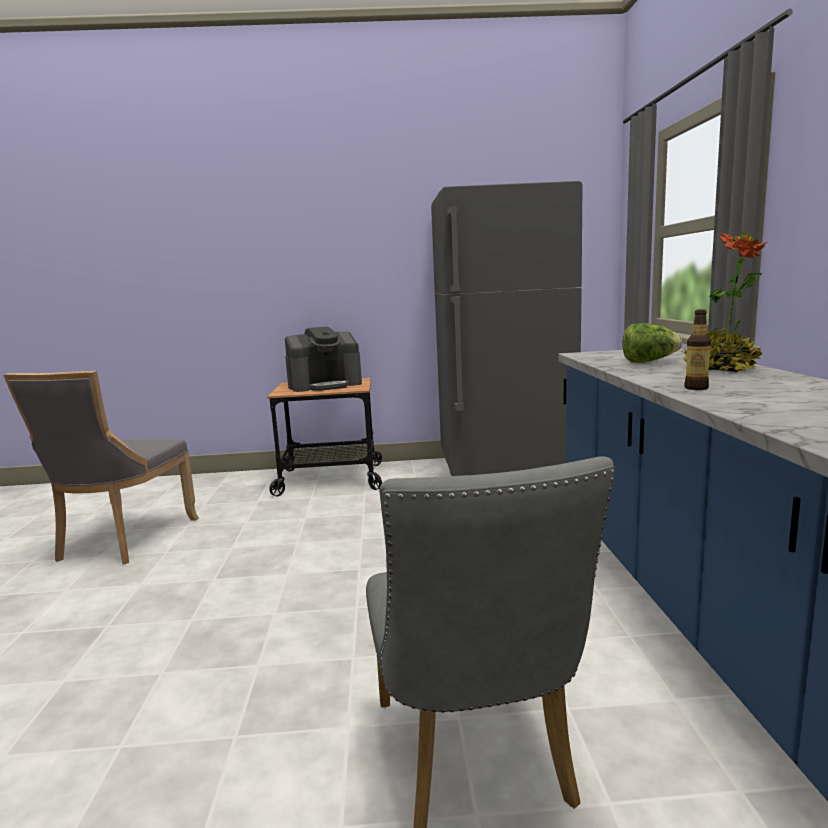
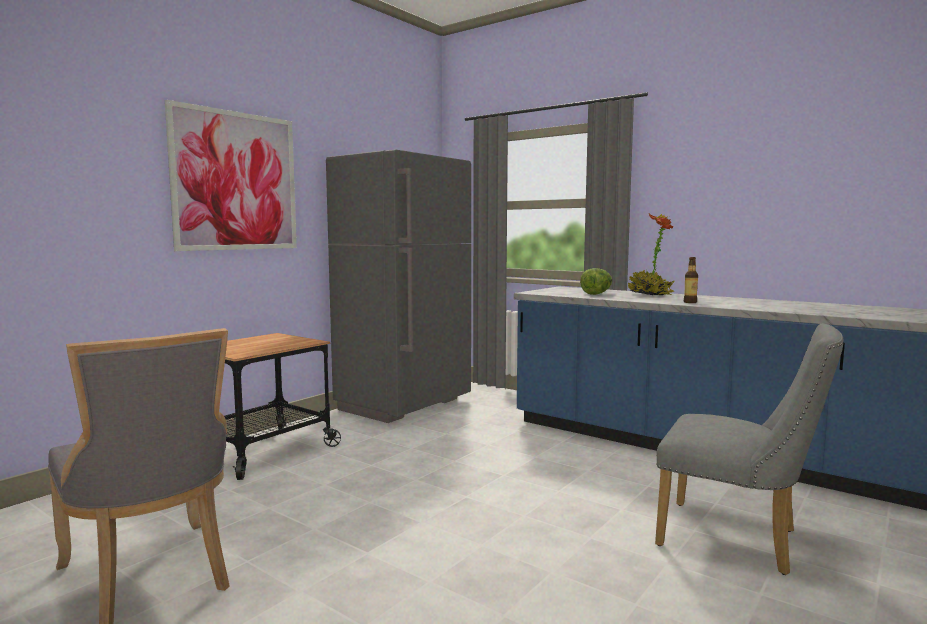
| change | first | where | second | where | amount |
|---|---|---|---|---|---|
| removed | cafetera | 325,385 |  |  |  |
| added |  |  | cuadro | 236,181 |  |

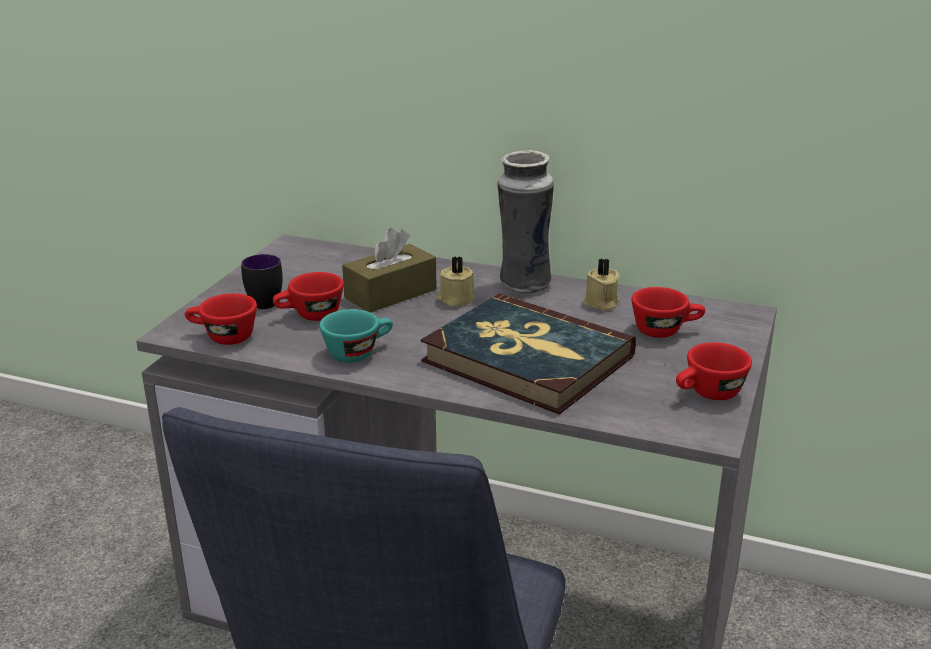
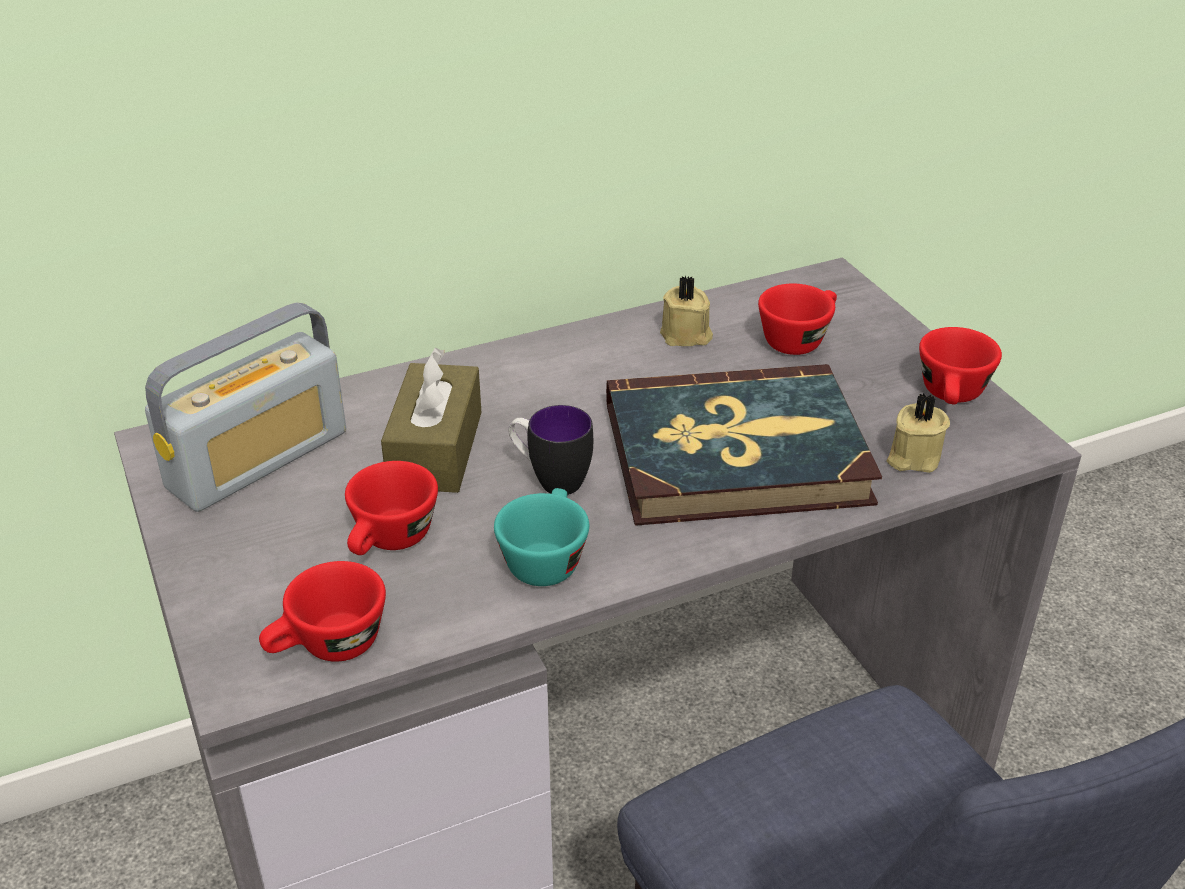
| change | first | where | second | where | amount |
|---|---|---|---|---|---|
| removed | florero | 523,285 |  |  |  |
| moved | taza grande | 264,300 |  | 550,480 |  |
| moved | vela [beis] | 455,299 |  | 912,457 |  |
| added |  |  | radio | 258,460 |  |

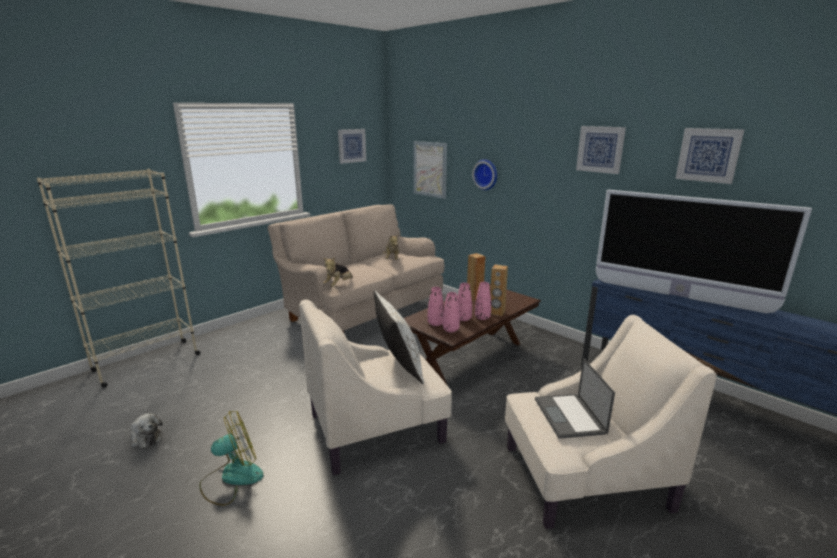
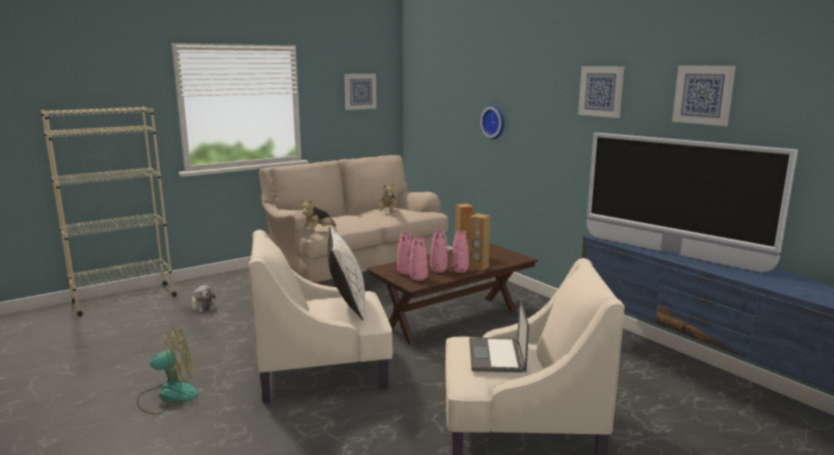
| change | first | where | second | where | amount |
|---|---|---|---|---|---|
| removed | cuadro | 430,169 |  |  |  |
| moved | peluche | 145,438 |  | 202,307 |  |

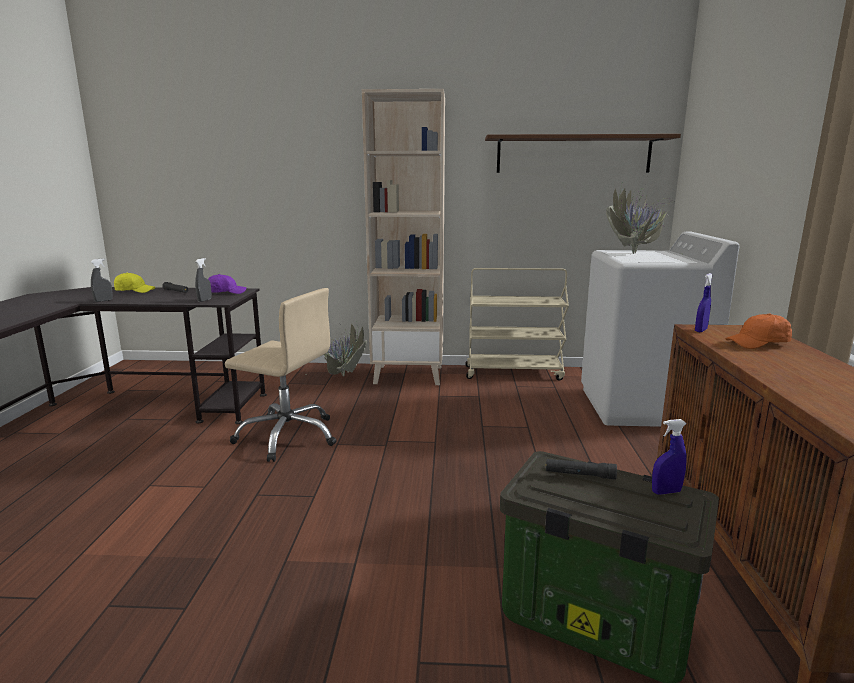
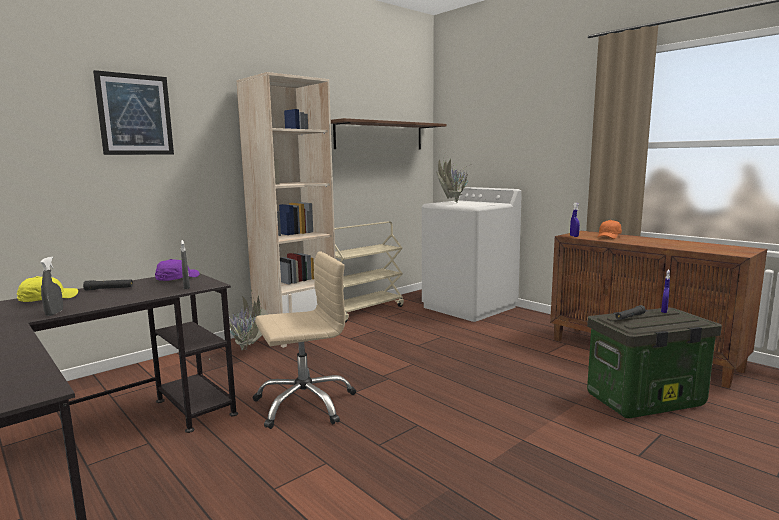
| change | first | where | second | where | amount |
|---|---|---|---|---|---|
| added |  |  | cuadro | 135,115 |  |

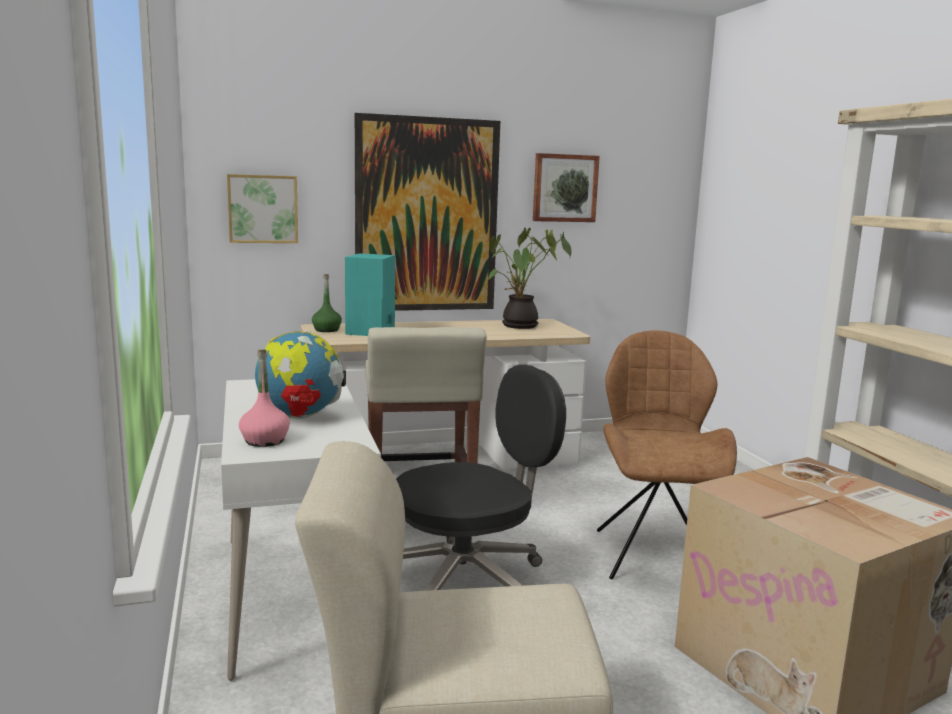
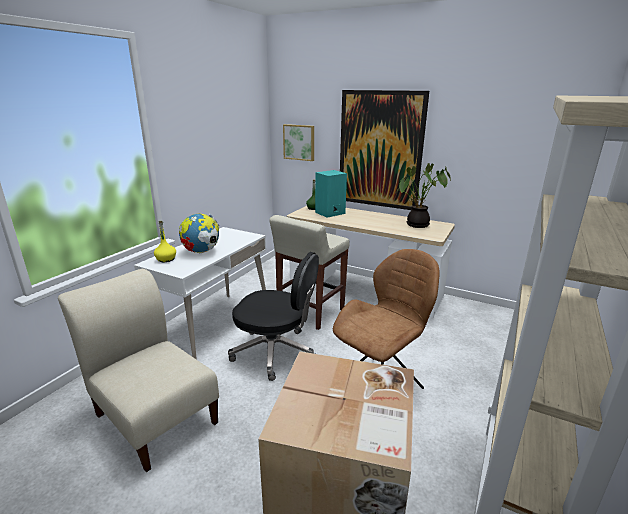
| change | first | where | second | where | amount |
|---|---|---|---|---|---|
| removed | cuadro | 564,188 |  |  |  |
| recoloured | botella [rosa] | 264,441 | botella [amarillo] | 166,259 |  |

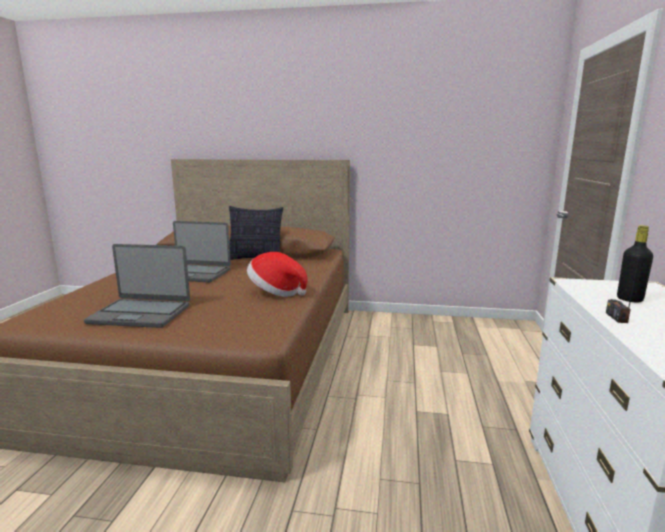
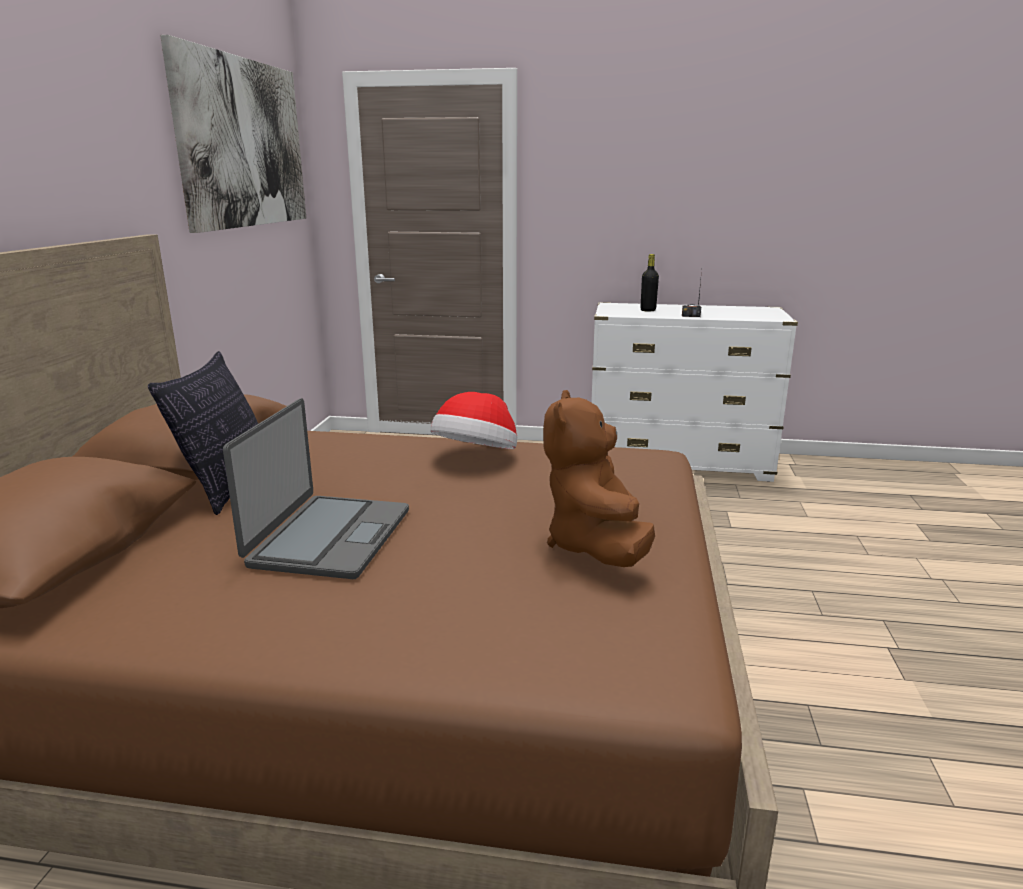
| change | first | where | second | where | amount |
|---|---|---|---|---|---|
| replaced | portátil | 141,314 | peluche [marrón] | 596,546 |  |
| added |  |  | cuadro | 243,143 |  |

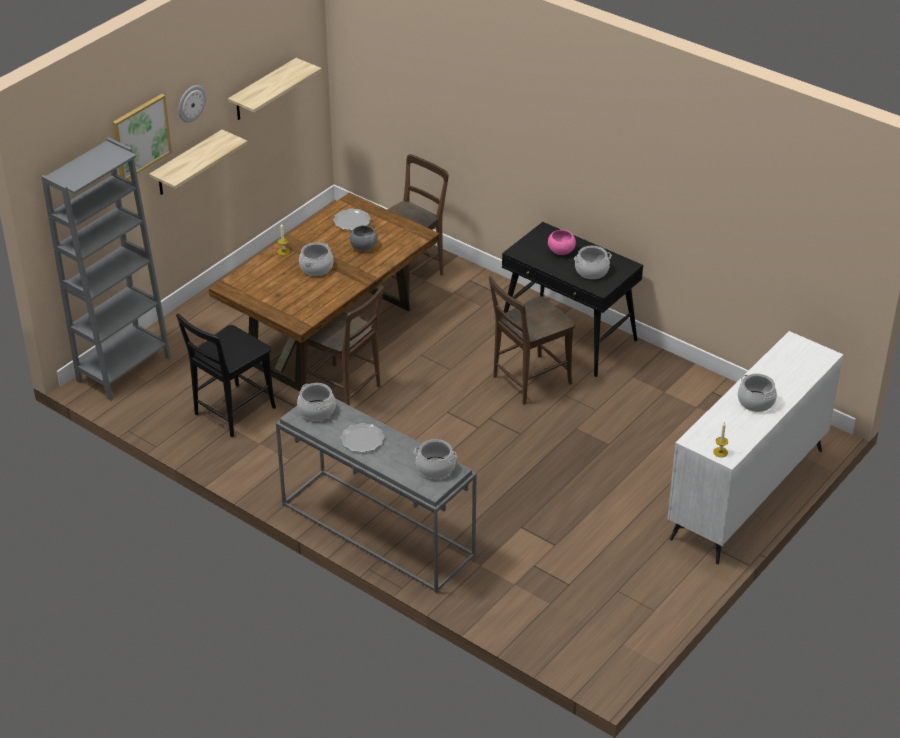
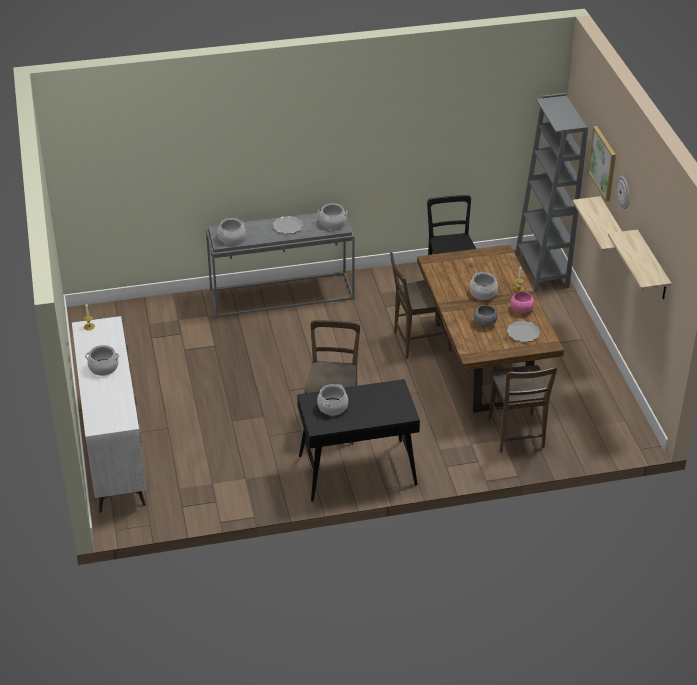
| change | first | where | second | where | amount |
|---|---|---|---|---|---|
| moved | cuenco [rosa] | 561,251 |  | 521,309 |  |

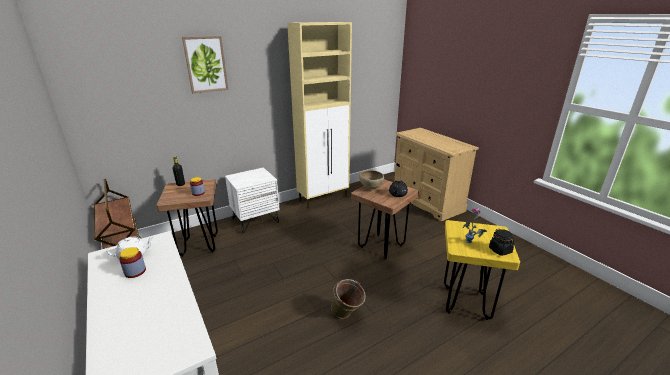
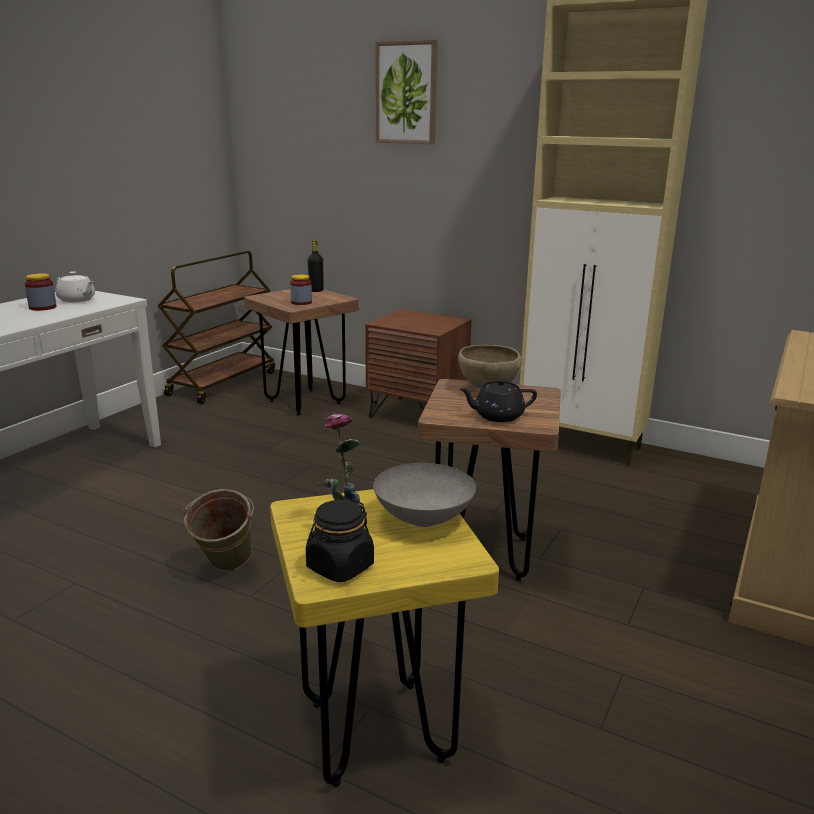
| change | first | where | second | where | amount |
|---|---|---|---|---|---|
| recoloured | mesita de noche [blanco] | 255,220 | mesita de noche [marrón] | 417,414 |  |
| added |  |  | cuenco [gris] | 425,519 |  |

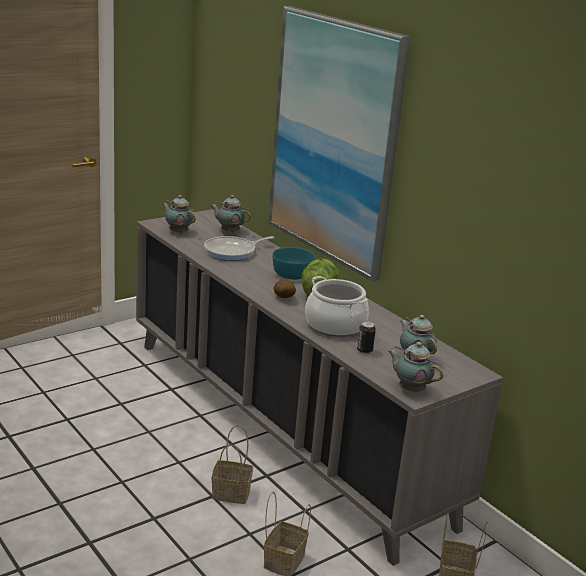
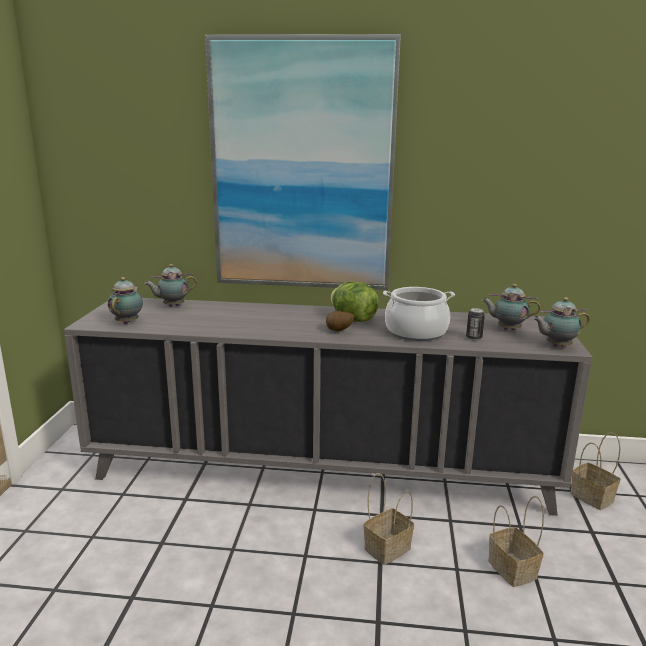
| change | first | where | second | where | amount |
|---|---|---|---|---|---|
| turned | tetera | 178,232 |  | 128,322 | 105 degrees clockwise |
| removed | sartén | 232,251 |  |  |  |
| removed | cuenco [turquesa] | 291,274 |  |  |  |

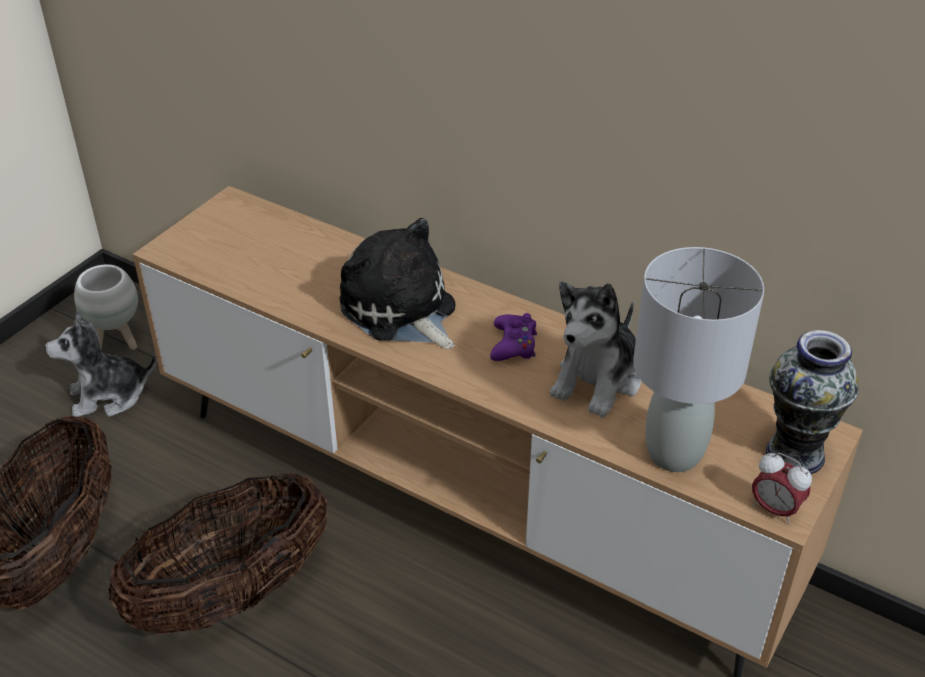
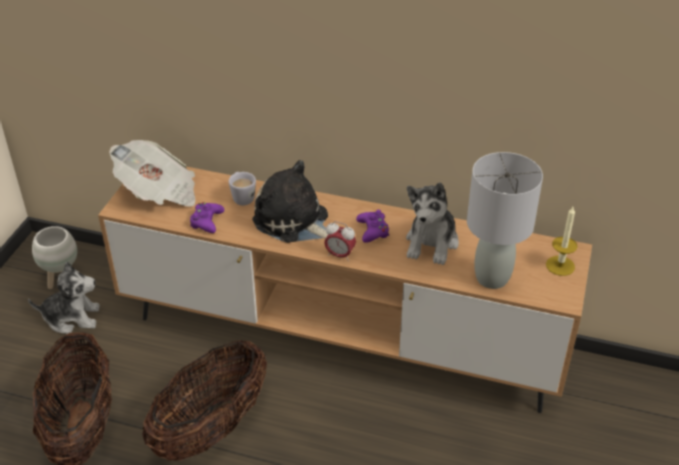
| change | first | where | second | where | amount |
|---|---|---|---|---|---|
| turned | peluche | 108,396 |  | 72,317 | 150 degrees counterclockwise |
| replaced | florero | 795,454 | vela | 560,266 |  |
| moved | despertador | 774,509 |  | 340,255 |  |
| added |  |  | periódico | 159,192 |  |
| added |  |  | taza grande [blanco] | 242,197 |  |
| added |  |  | mando de consola [morado] | 206,221 |  |

